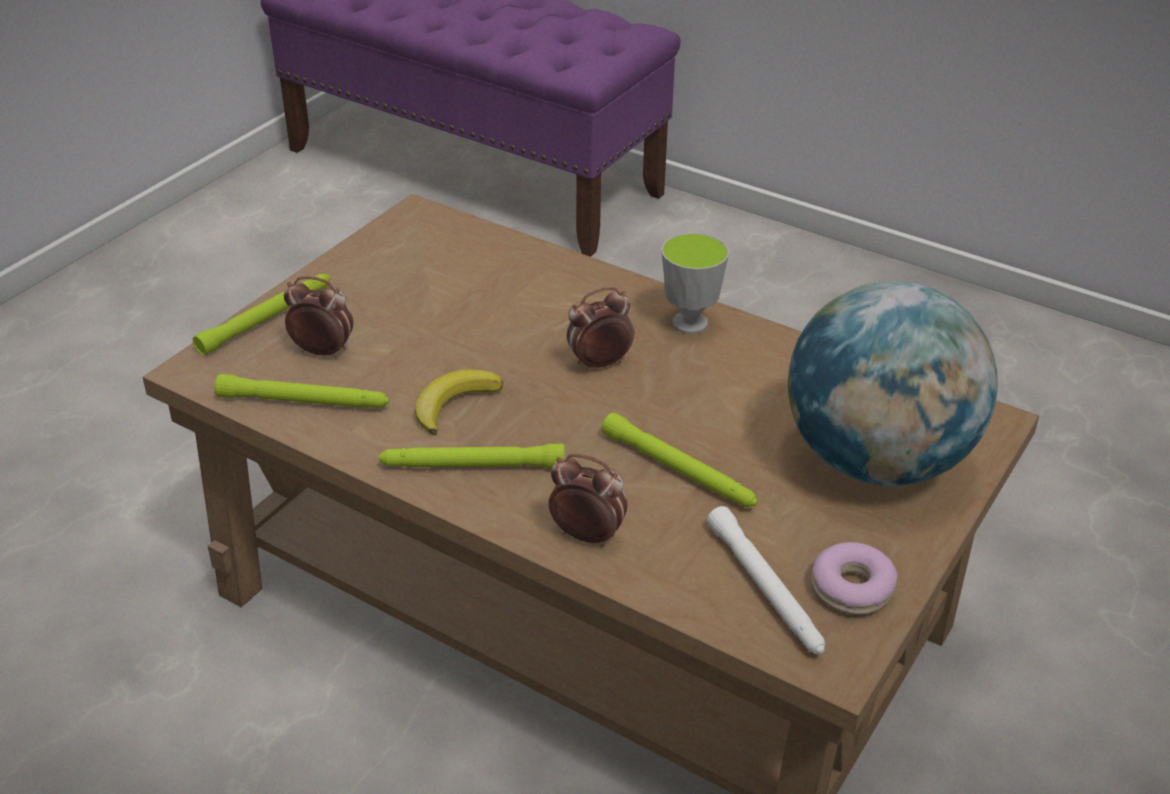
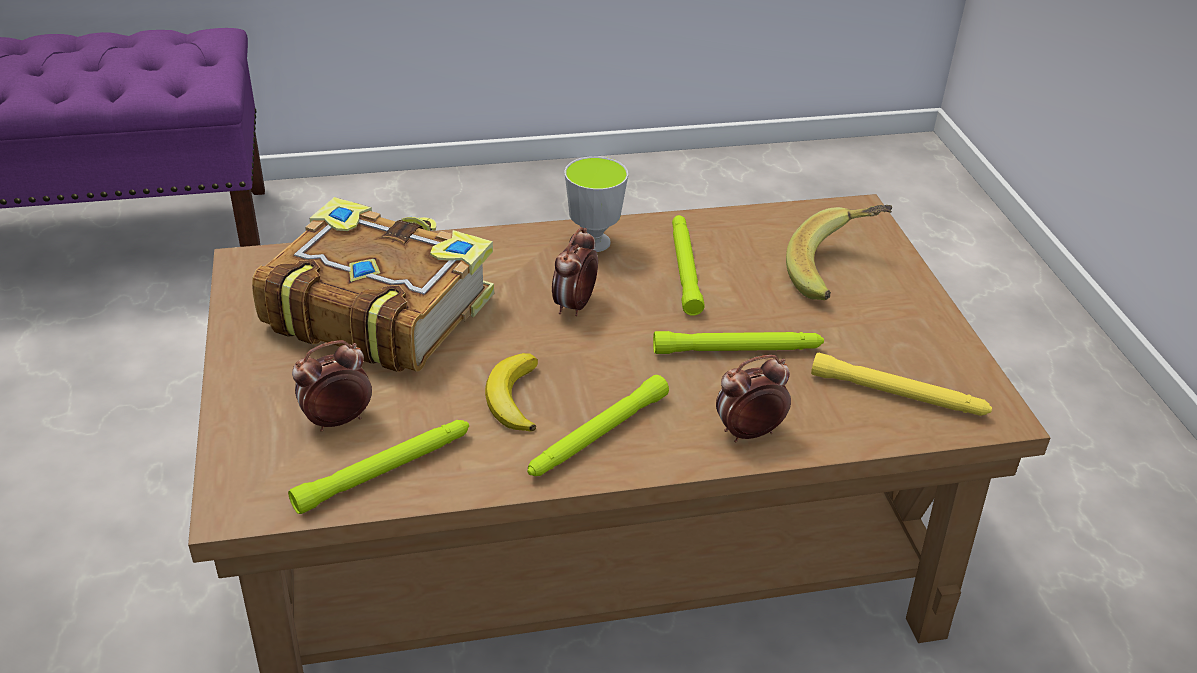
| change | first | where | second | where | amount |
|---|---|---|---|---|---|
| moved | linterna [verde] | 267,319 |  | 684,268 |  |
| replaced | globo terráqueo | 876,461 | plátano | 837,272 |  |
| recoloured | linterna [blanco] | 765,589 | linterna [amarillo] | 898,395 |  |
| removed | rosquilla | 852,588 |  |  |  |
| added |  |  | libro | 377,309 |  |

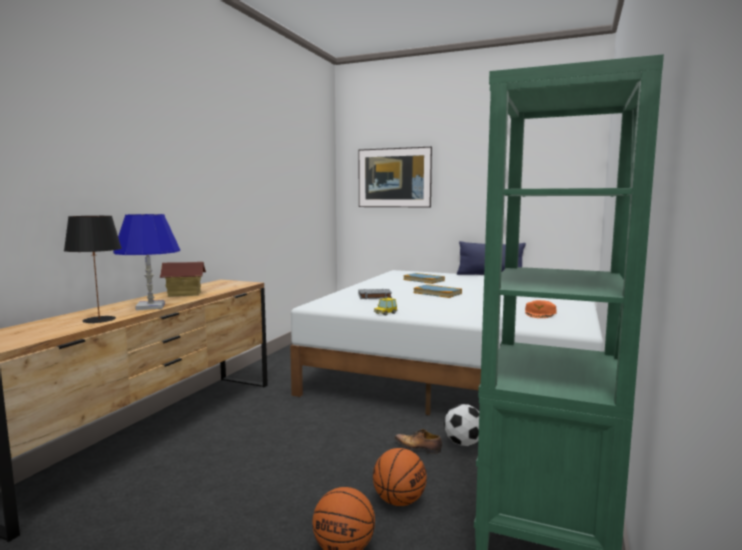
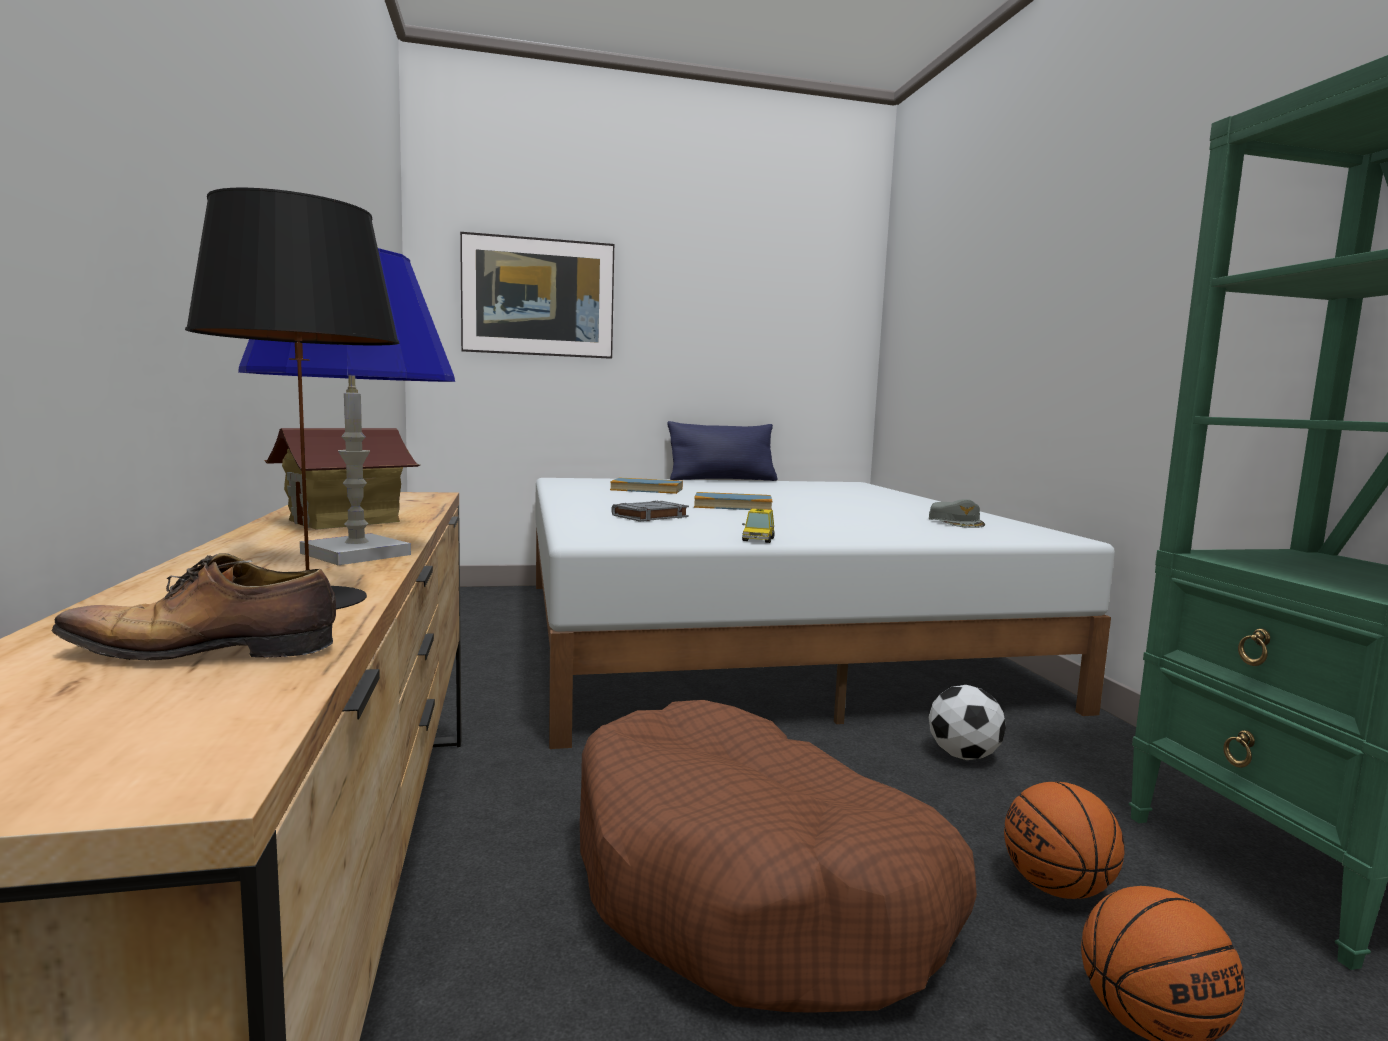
| change | first | where | second | where | amount |
|---|---|---|---|---|---|
| recoloured | gorra [naranja] | 540,313 | gorra [gris] | 956,522 |  |
| moved | zapato | 418,447 |  | 206,651 |  |
| added |  |  | cama para perro [marrón] | 753,886 |  |

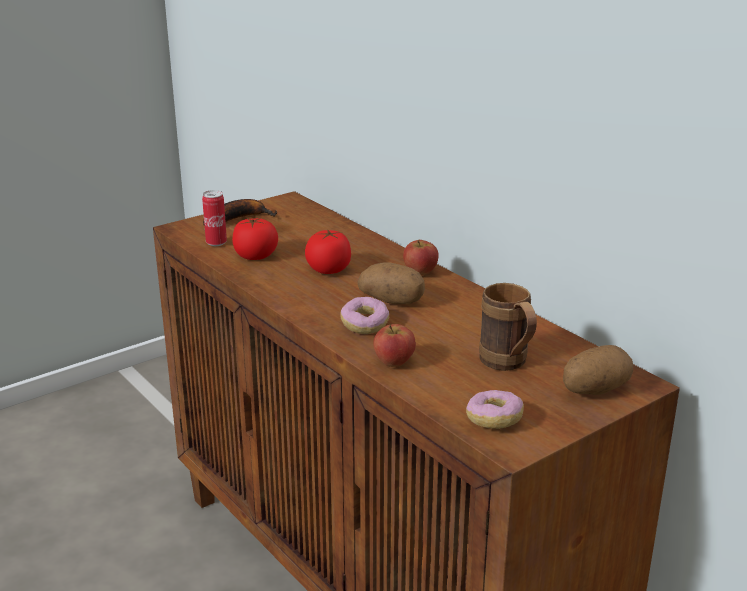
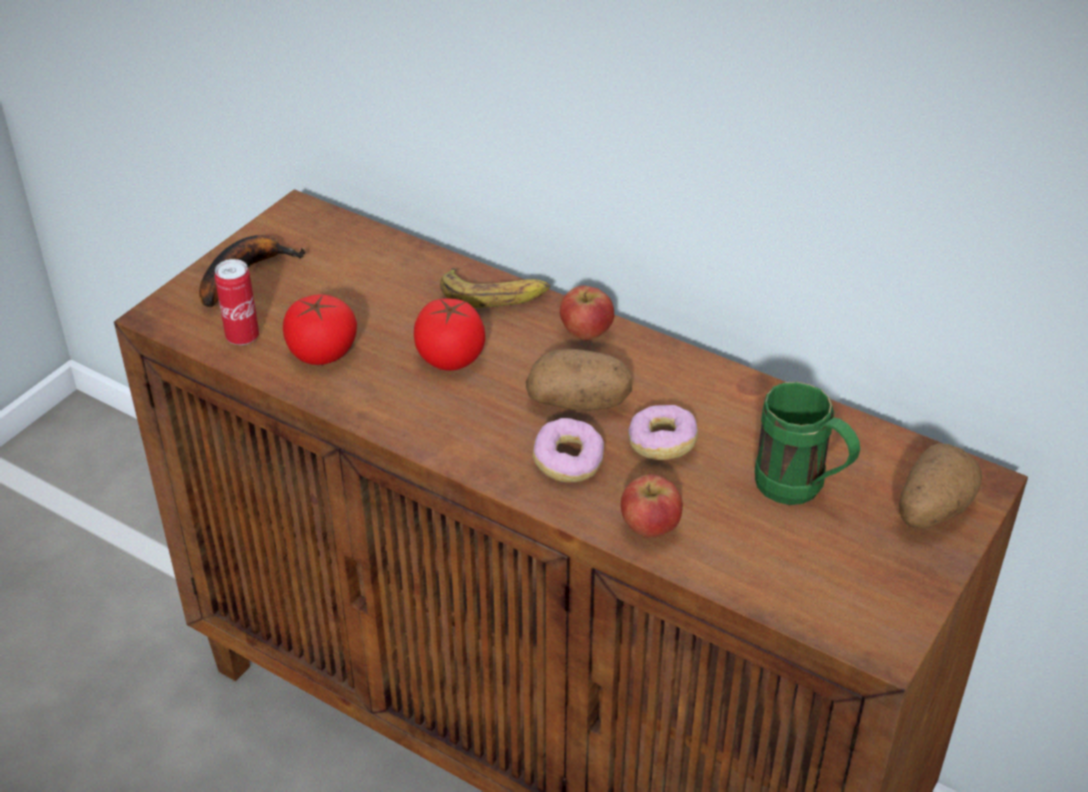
| change | first | where | second | where | amount |
|---|---|---|---|---|---|
| recoloured | taza grande [marrón] | 508,365 | taza grande [verde] | 801,491 |  |
| moved | rosquilla | 494,420 |  | 662,444 |  |
| added |  |  | plátano | 495,295 |  |

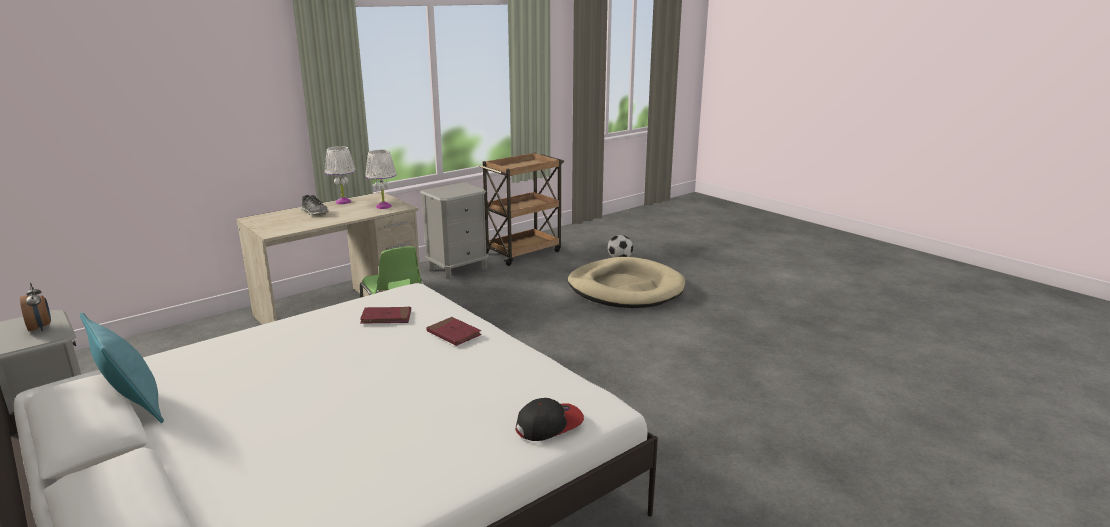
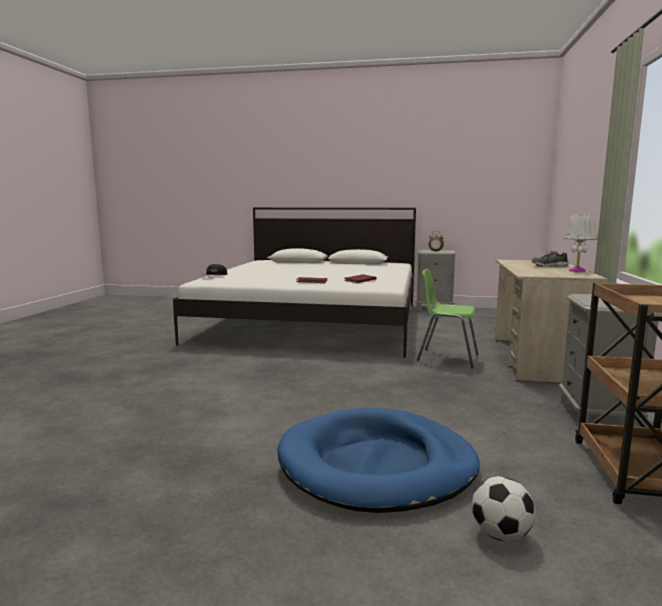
| change | first | where | second | where | amount |
|---|---|---|---|---|---|
| removed | lámpara de mesa [blanco] | 384,206 |  |  |  |
| recoloured | cama para perro [beis] | 625,288 | cama para perro [azul] | 377,465 |  |
| removed | cojín [turquesa] | 133,407 |  |  |  |

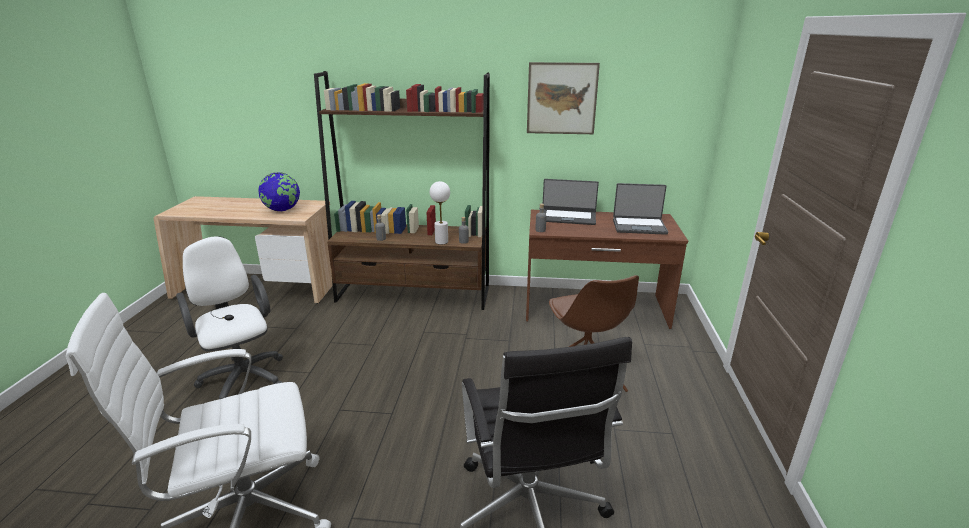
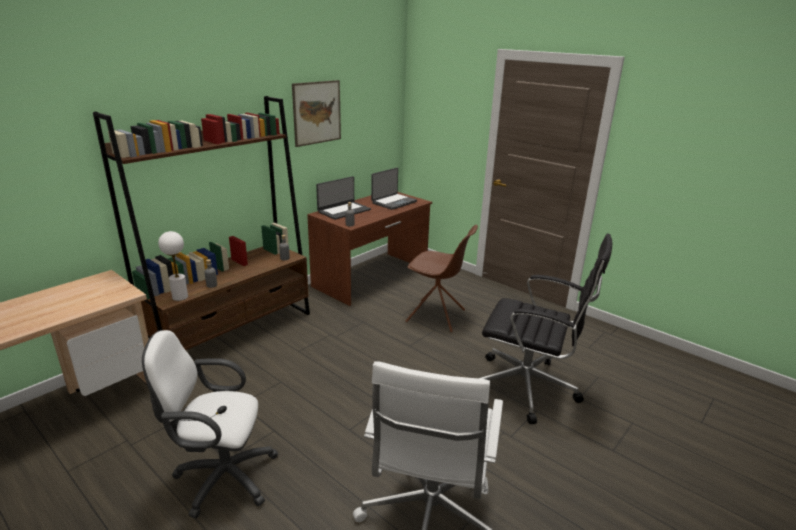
| change | first | where | second | where | amount |
|---|---|---|---|---|---|
| removed | globo terráqueo | 282,210 |  |  |  |
| moved | lámpara de mesa [blanco] | 441,242 |  | 180,297 |  |

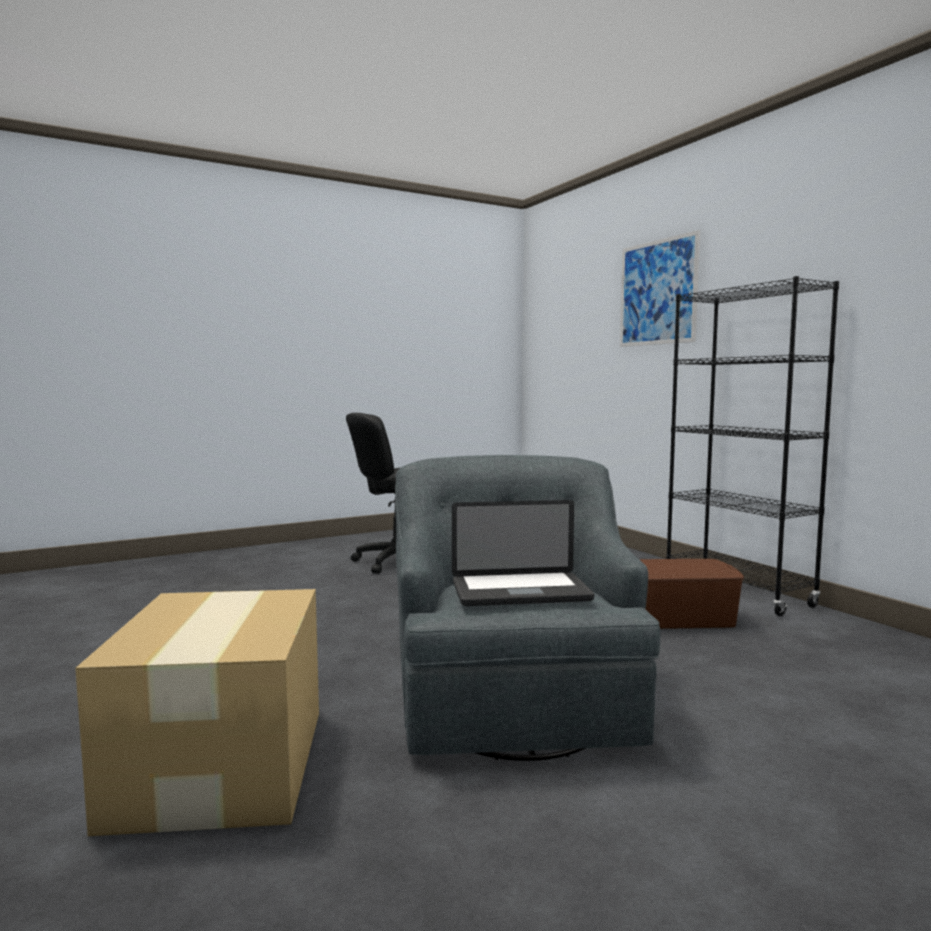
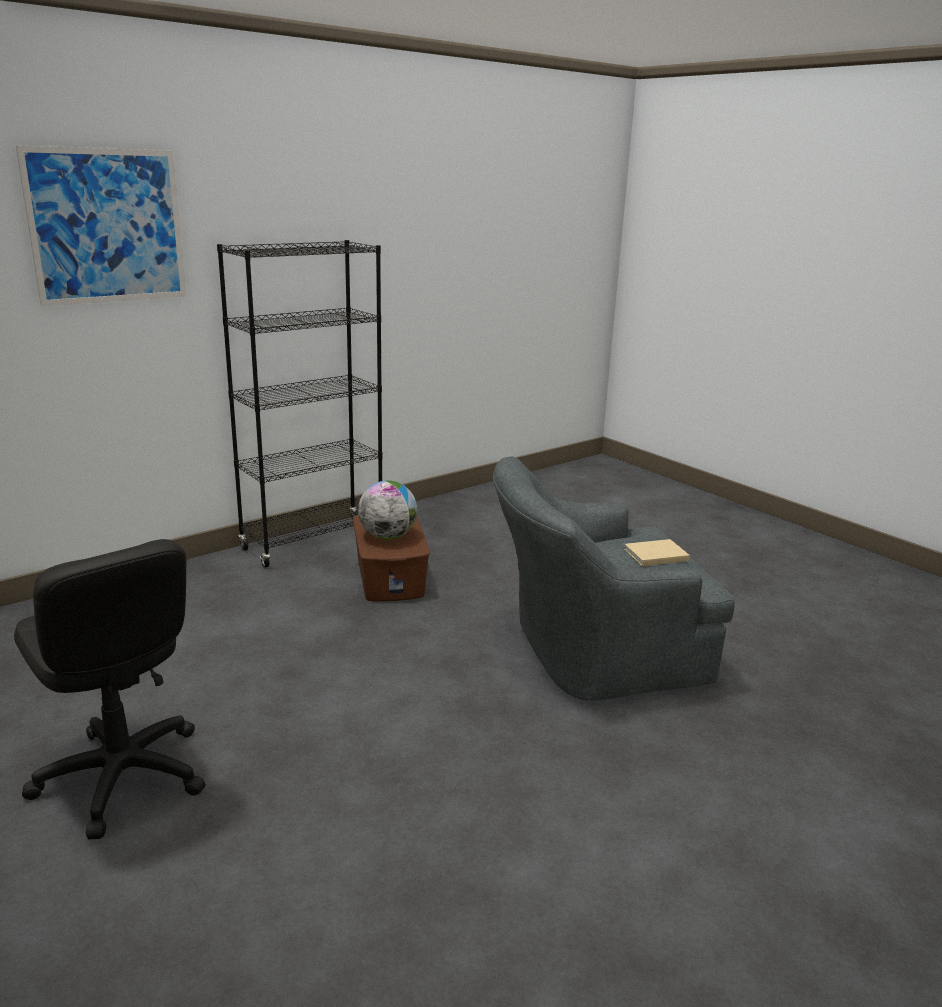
| change | first | where | second | where | amount |
|---|---|---|---|---|---|
| replaced | portátil | 520,591 | libro [beis] | 654,555 |  |
| removed | caja de cartón | 224,763 |  |  |  |
| added |  |  | globo terráqueo | 388,536 |  |

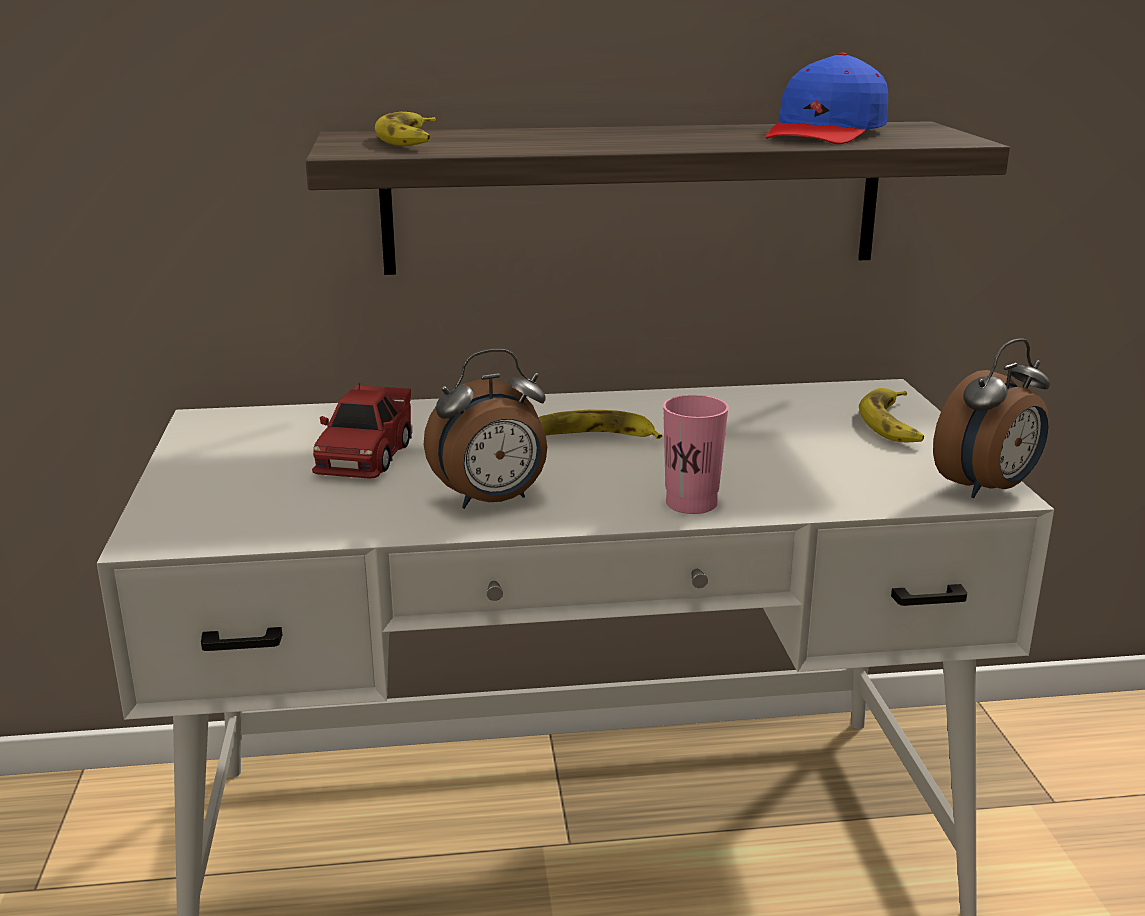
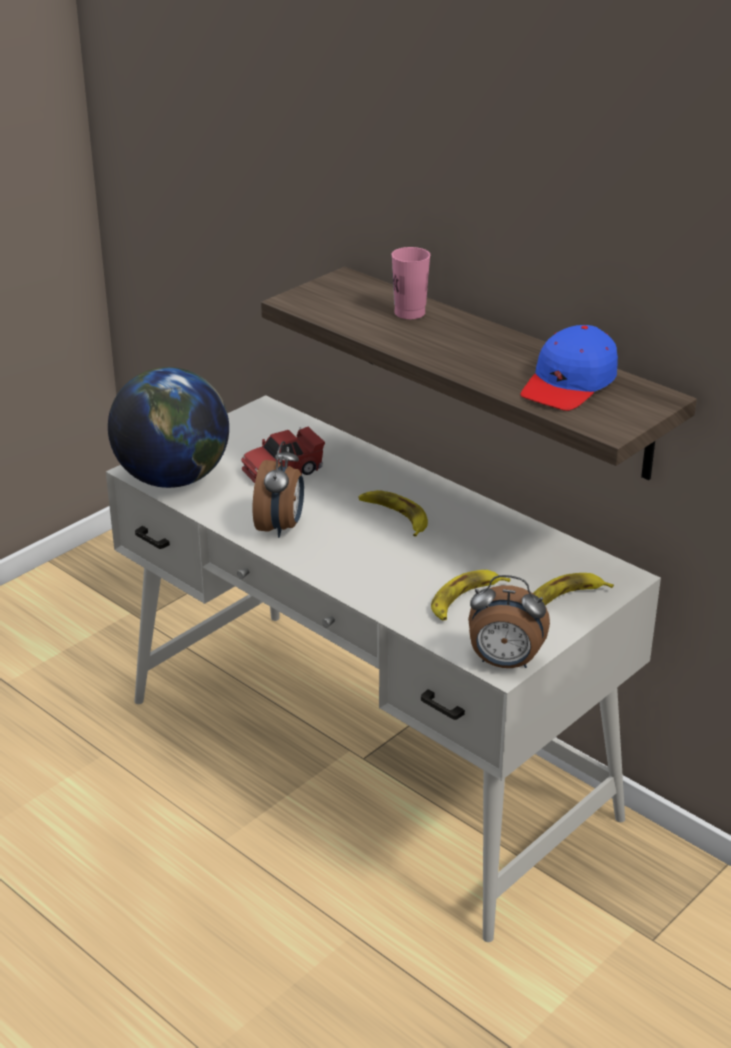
| change | first | where | second | where | amount |
|---|---|---|---|---|---|
| turned | gorra [azul] | 826,133 |  | 569,384 | 45 degrees counterclockwise |
| moved | plátano | 410,140 |  | 465,600 |  |
| turned | despertador | 492,501 |  | 281,527 | 105 degrees counterclockwise |
| moved | taza [rosa] | 691,503 |  | 409,313 |  |
| added |  |  | globo terráqueo | 173,478 |  |

